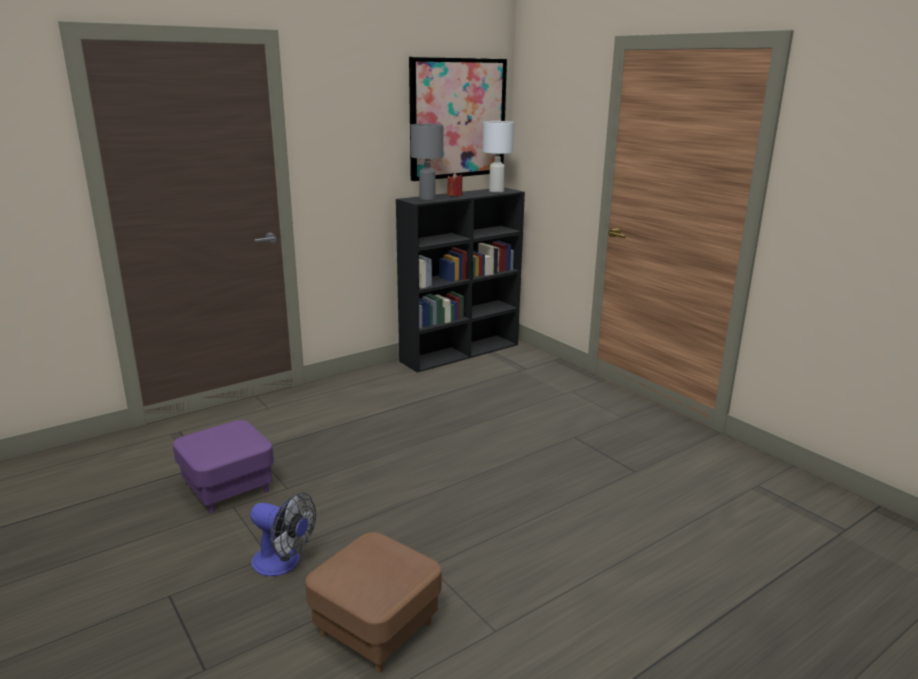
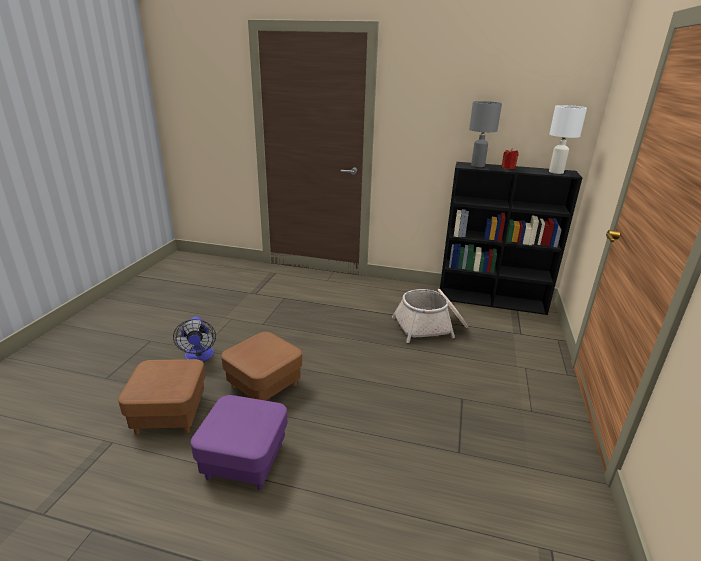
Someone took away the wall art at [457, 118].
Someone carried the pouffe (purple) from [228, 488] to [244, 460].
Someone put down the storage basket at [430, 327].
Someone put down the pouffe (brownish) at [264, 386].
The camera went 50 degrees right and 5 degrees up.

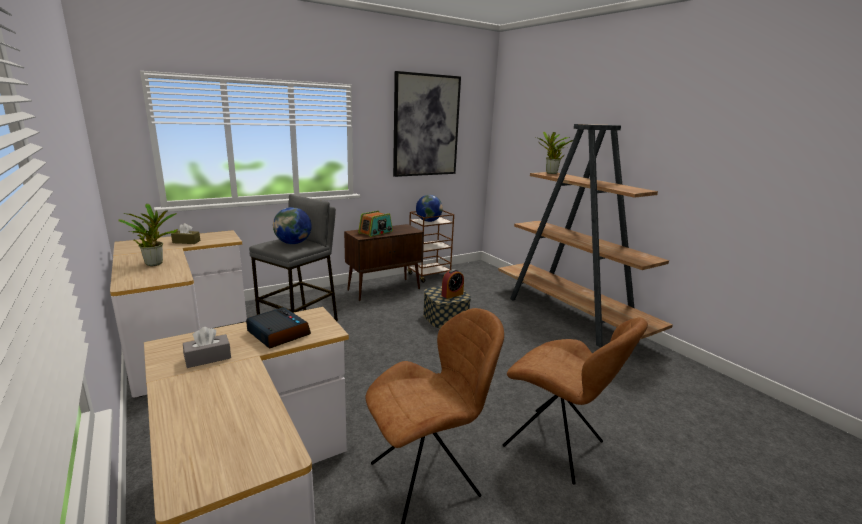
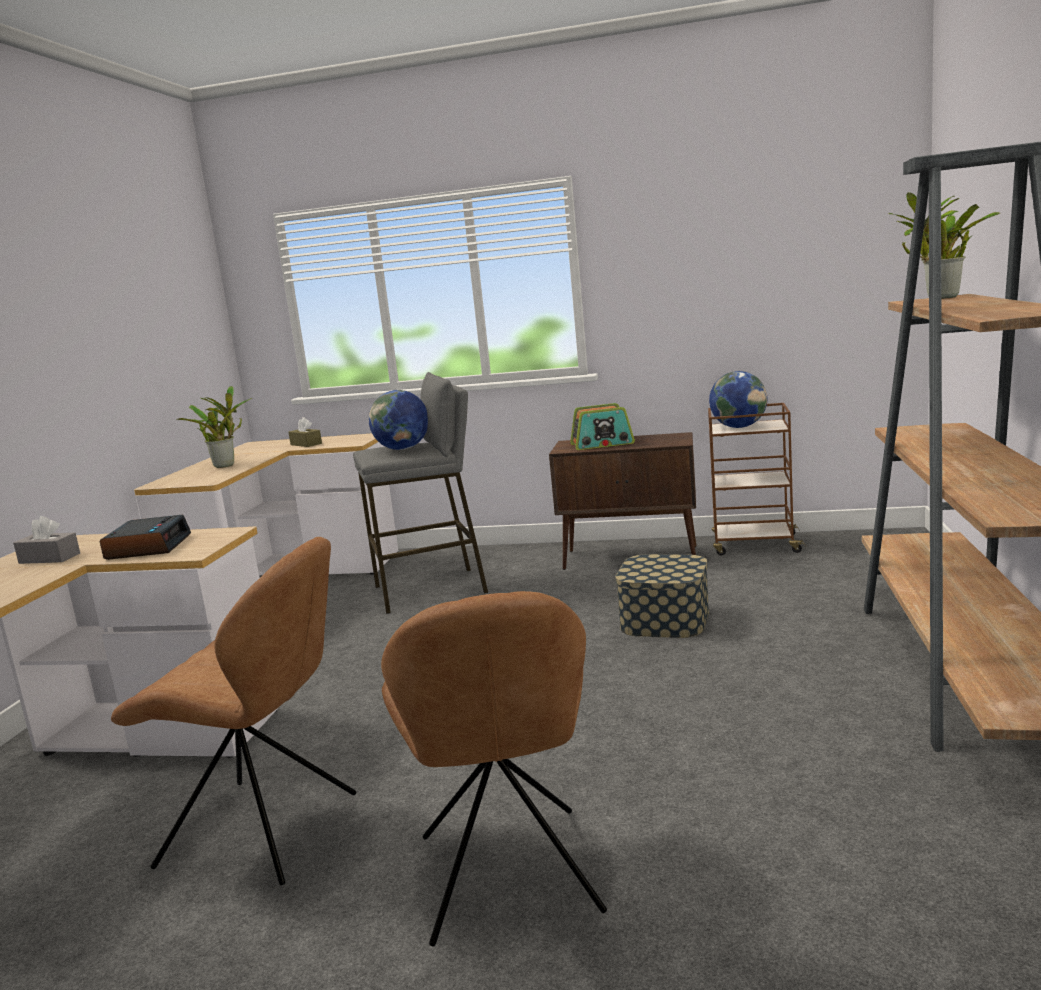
Someone took away the wall art at [426, 126].
Someone took away the table clock at [452, 294].
The camera went 45 degrees right and 5 degrees down.

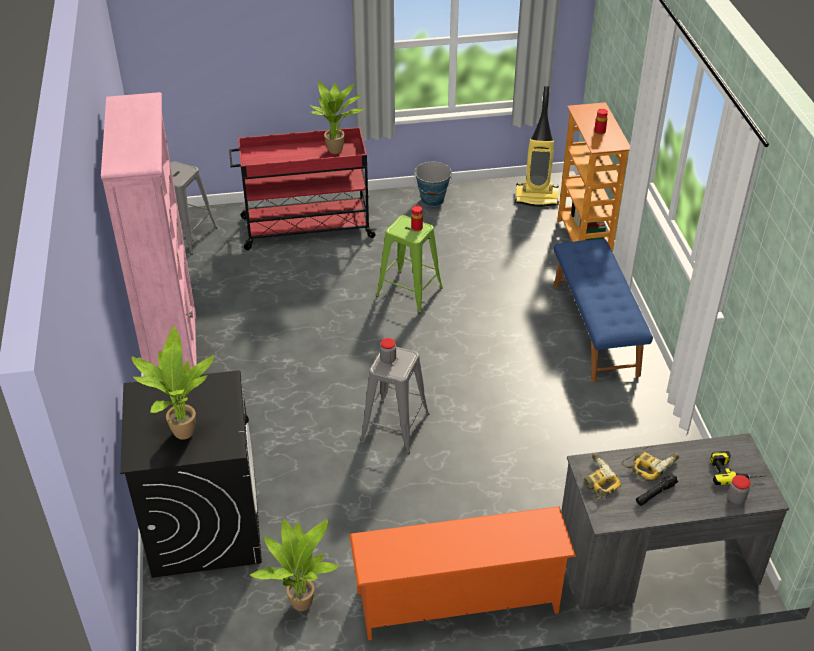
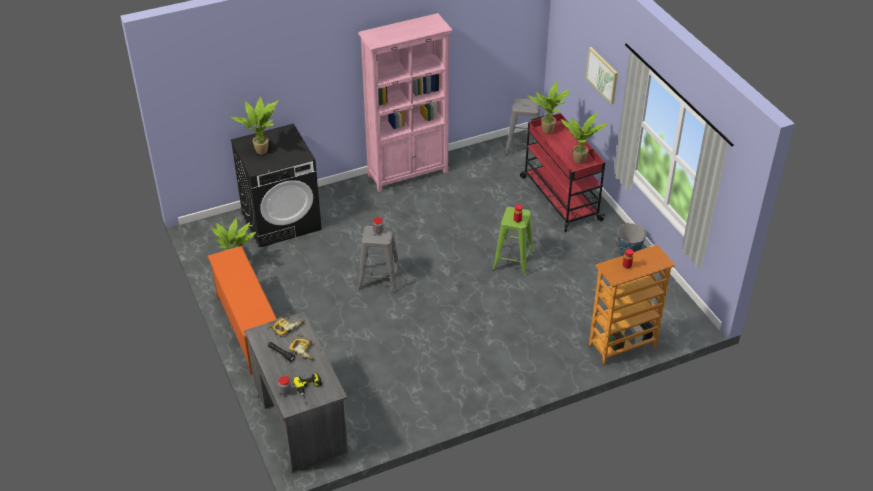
Someone took away the vacuum cleaner at [537, 197].
Someone took away the indoor bench (bluish) at [596, 328].
Someone put up the wall art at [602, 75].
Someone put down the houseplant at [549, 132].
The camera went 75 degrees right and 0 degrees up.

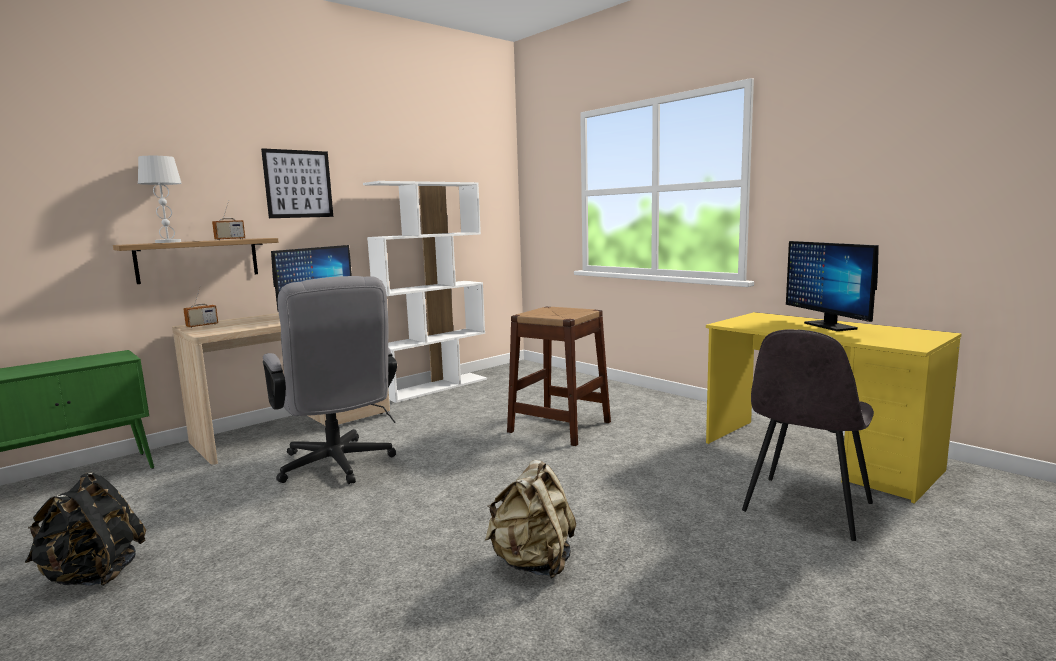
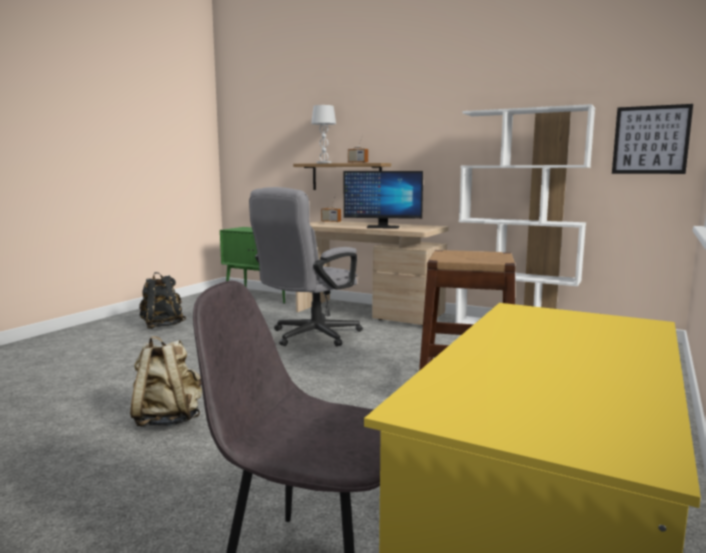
Someone carried the wall art from [298, 184] to [650, 140].
Someone took away the monitor at [829, 326].
The camera went 70 degrees right and 0 degrees up.

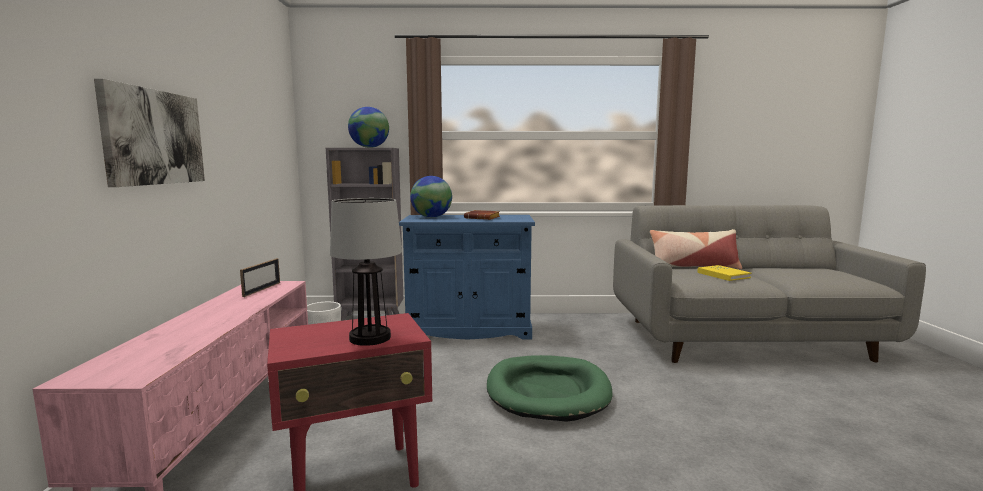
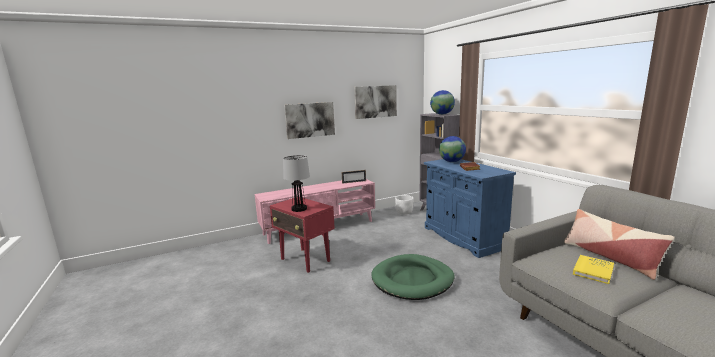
Someone put up the wall art at [375, 101].
The camera went 65 degrees right and 5 degrees up.

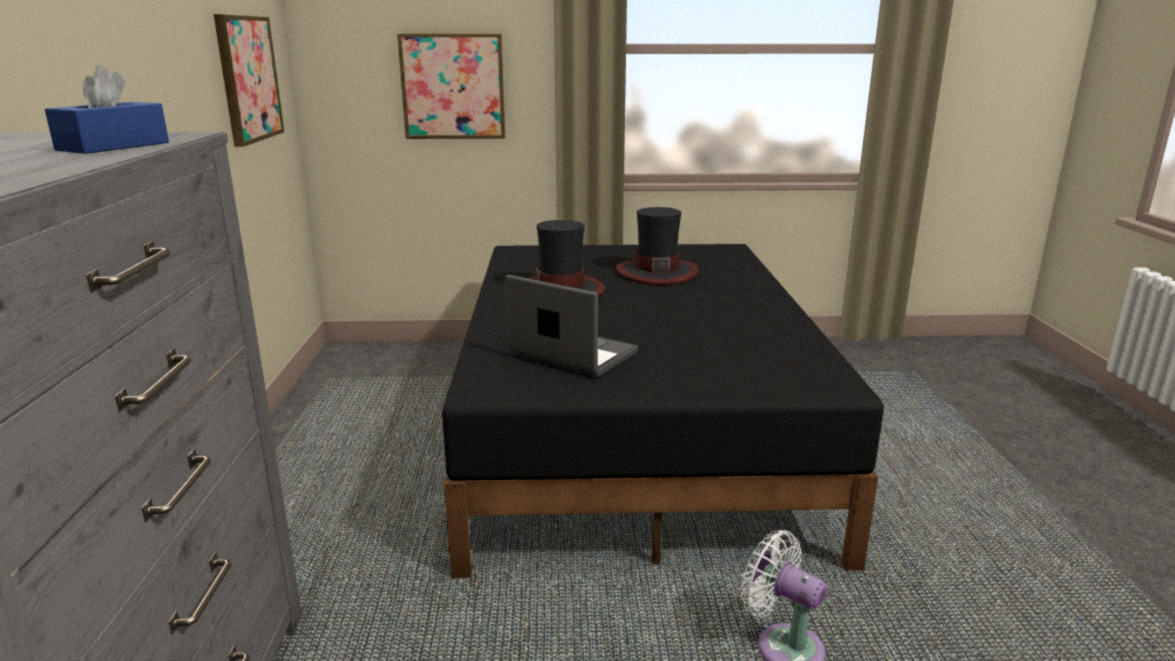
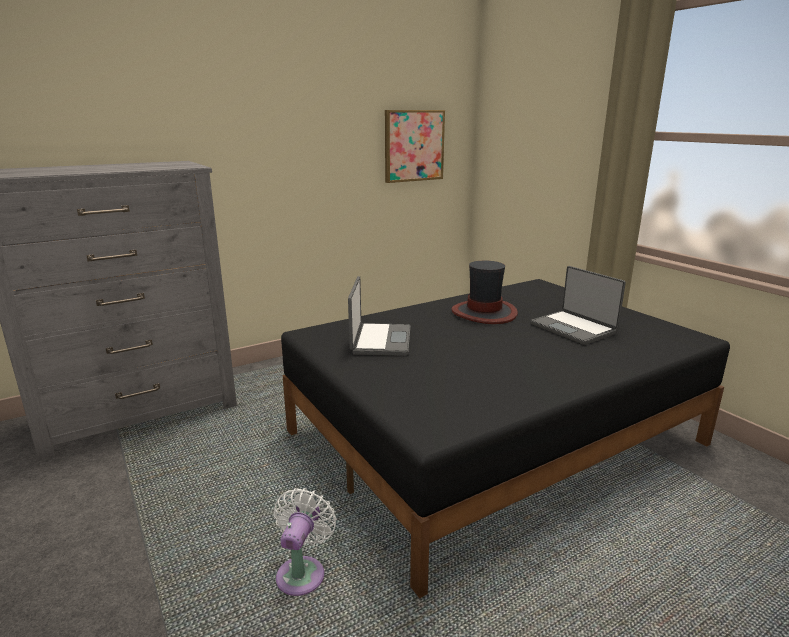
Someone took away the wall art at [453, 86].
Someone took away the box of tissues (bluish) at [113, 146].
Someone swapped the clothing hat at [656, 272] for the laptop at [574, 328].
The camera went 60 degrees right and 0 degrees up.

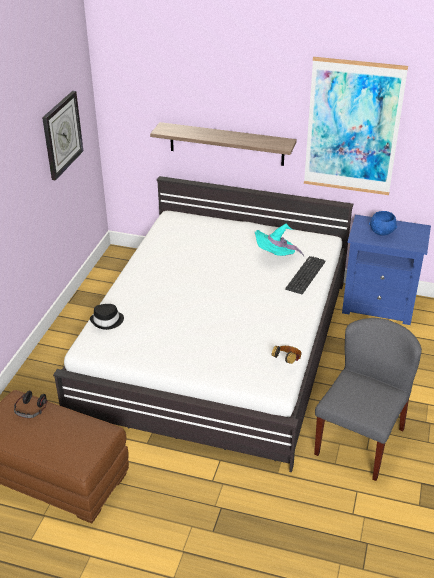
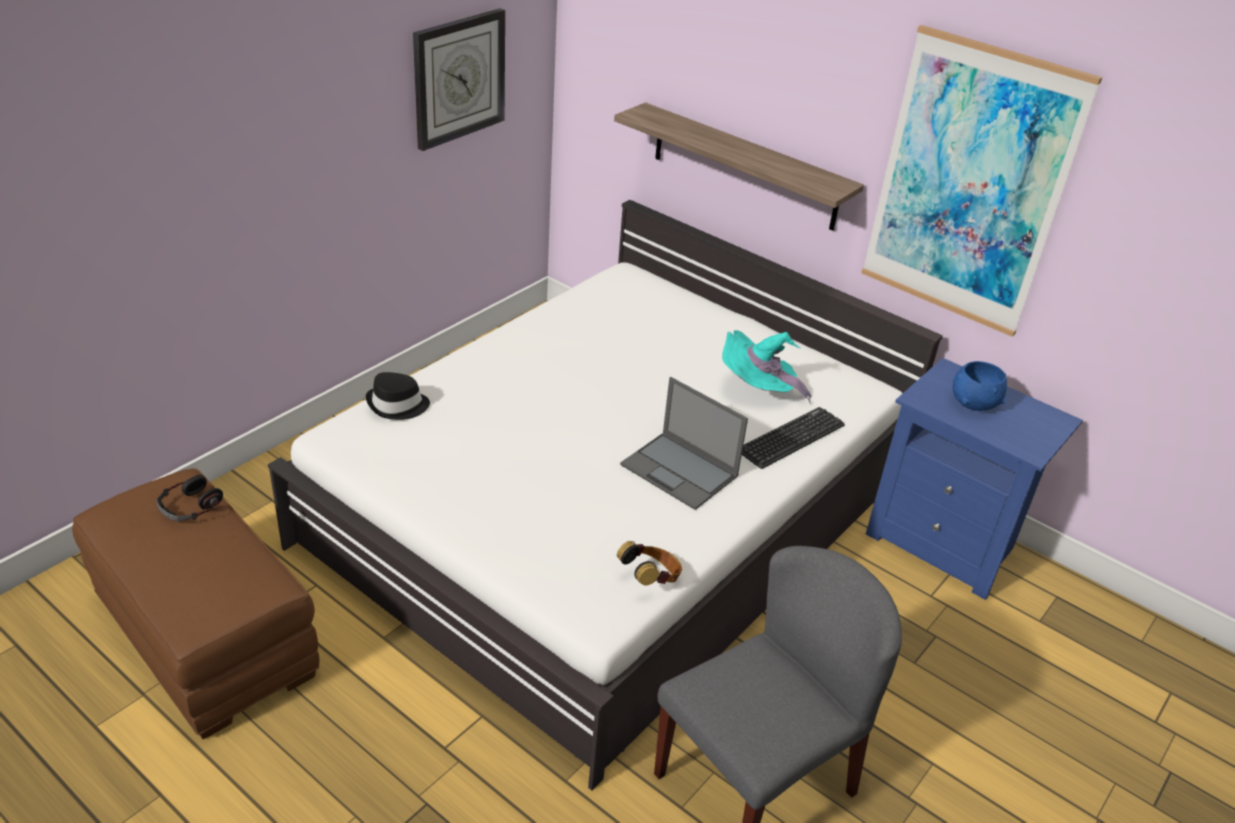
Someone put down the laptop at [680, 471].
The camera went 20 degrees right and 0 degrees up.

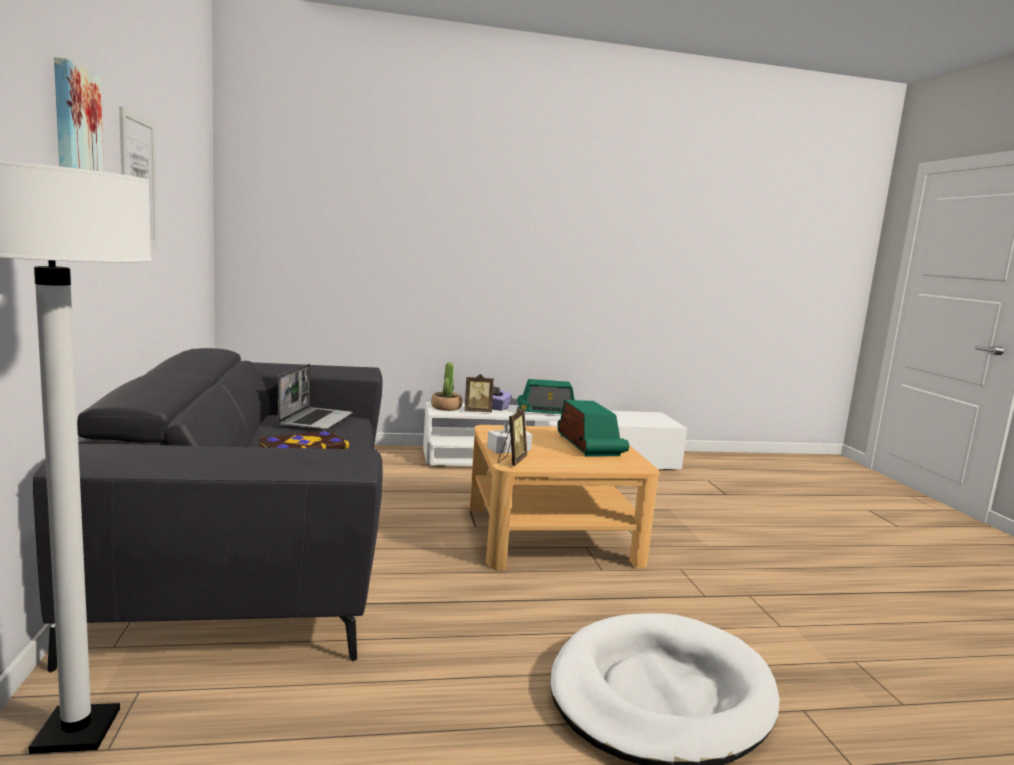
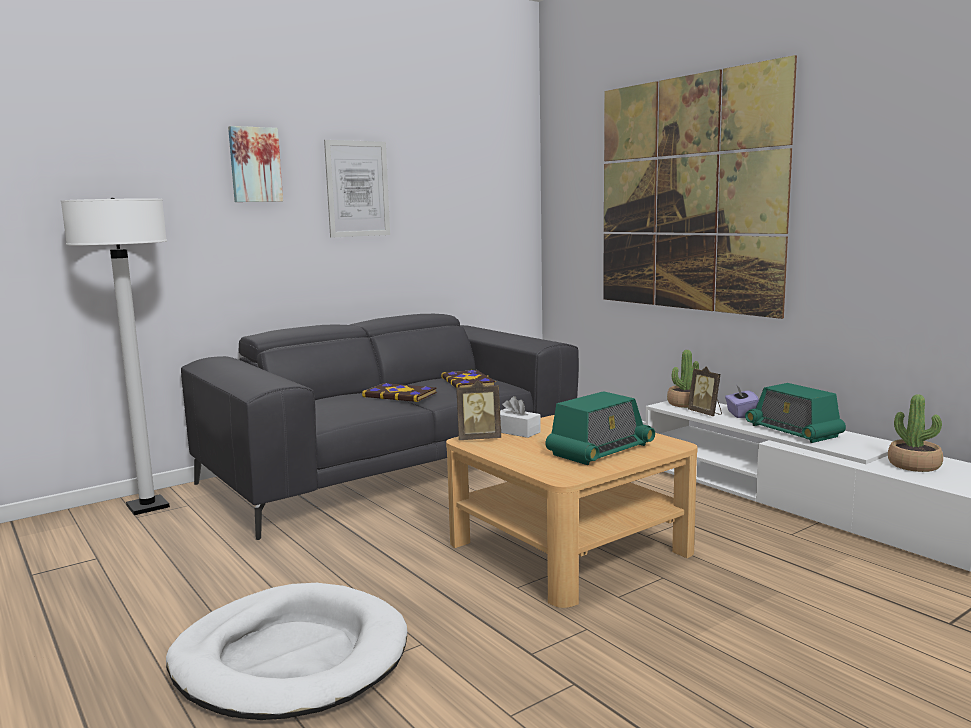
Someone swapped the laptop at [315, 420] for the book at [468, 382].
Someone put up the wall art at [687, 194].
Someone put down the houseplant at [914, 465].
The camera went 65 degrees right and 0 degrees up.

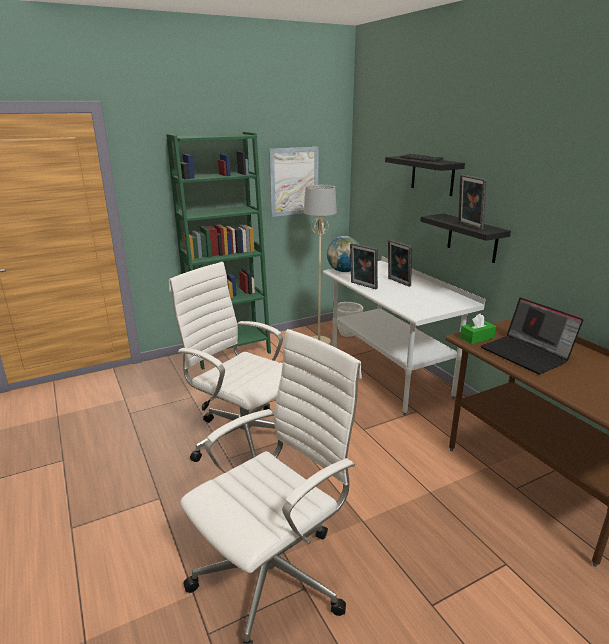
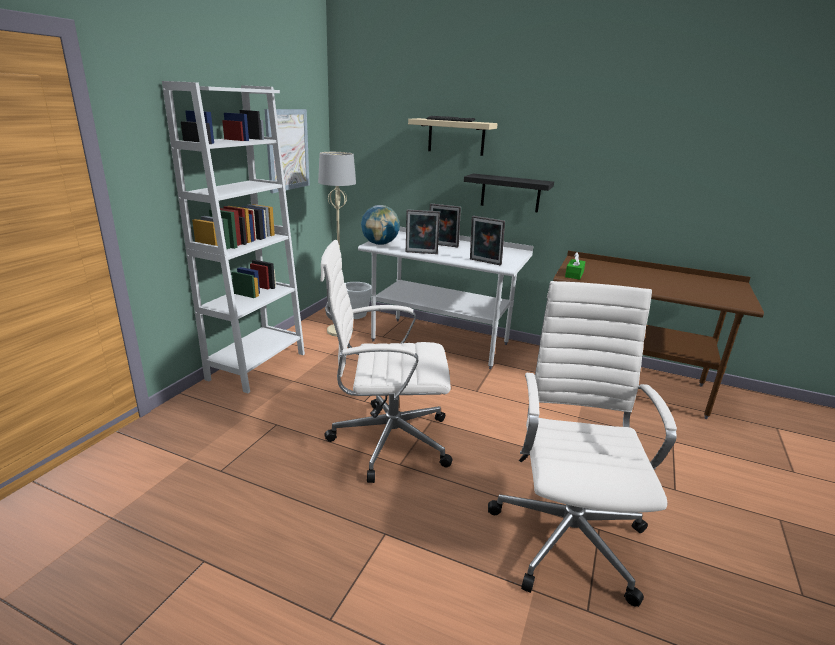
Someone repainted the bookshelf (greenish) at [230, 352], which became the bookshelf (white-coloured) at [257, 366].
Someone repainted the wall shelf (black-coloured) at [432, 175], which became the wall shelf (sand-coloured) at [456, 137].
Someone carried the photo frame from [468, 225] to [484, 262].
Someone took away the laptop at [527, 354].
The camera went 40 degrees left and 0 degrees up.

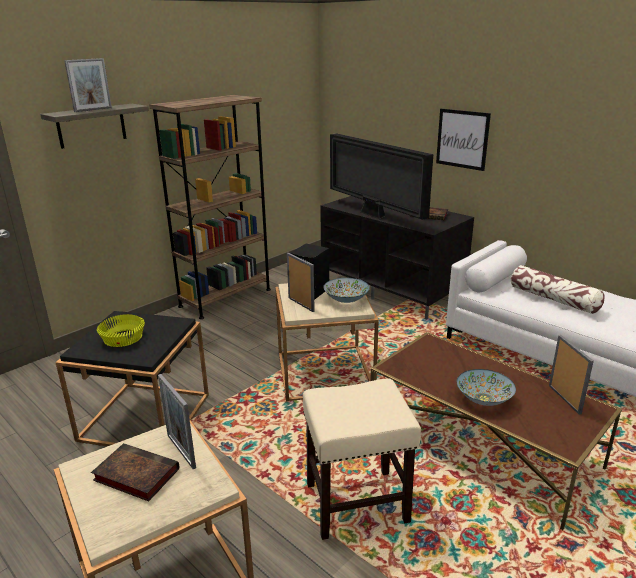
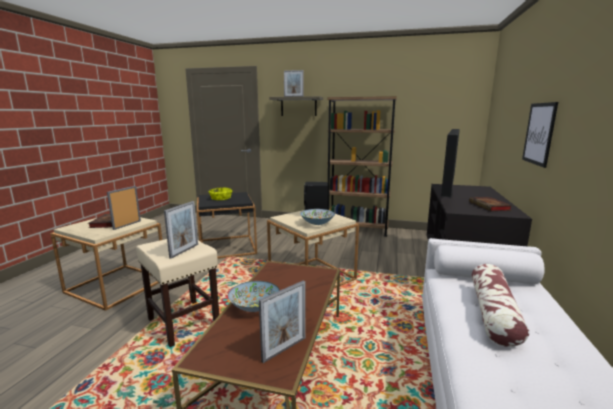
Someone carried the photo frame from [301, 304] to [184, 251].
The camera went 60 degrees right and 10 degrees down.

